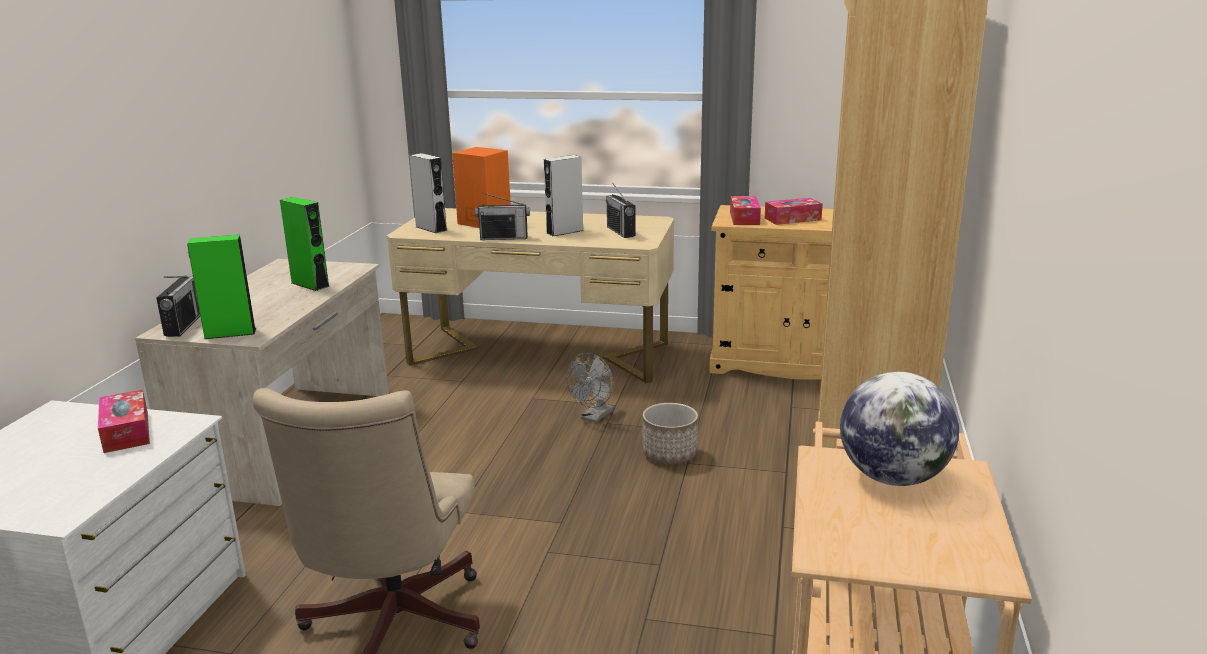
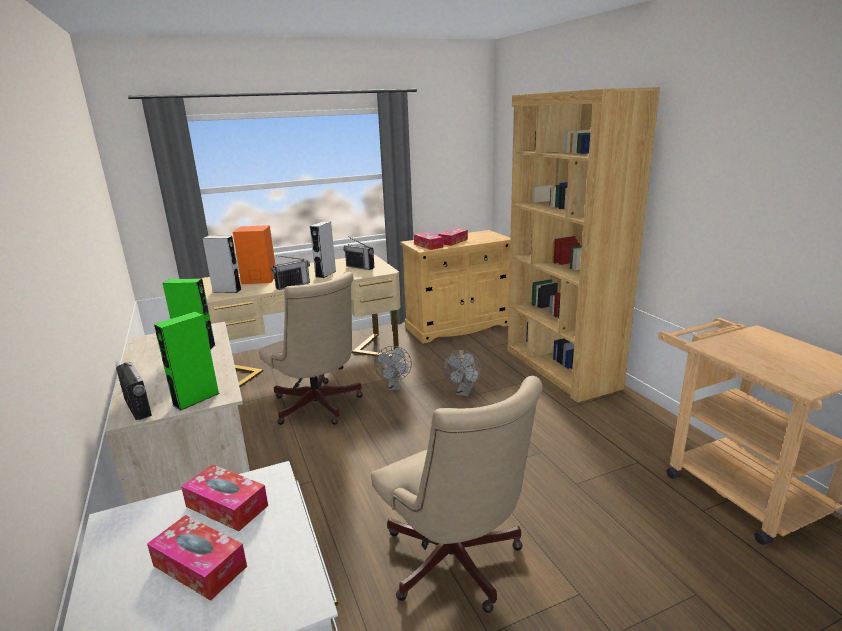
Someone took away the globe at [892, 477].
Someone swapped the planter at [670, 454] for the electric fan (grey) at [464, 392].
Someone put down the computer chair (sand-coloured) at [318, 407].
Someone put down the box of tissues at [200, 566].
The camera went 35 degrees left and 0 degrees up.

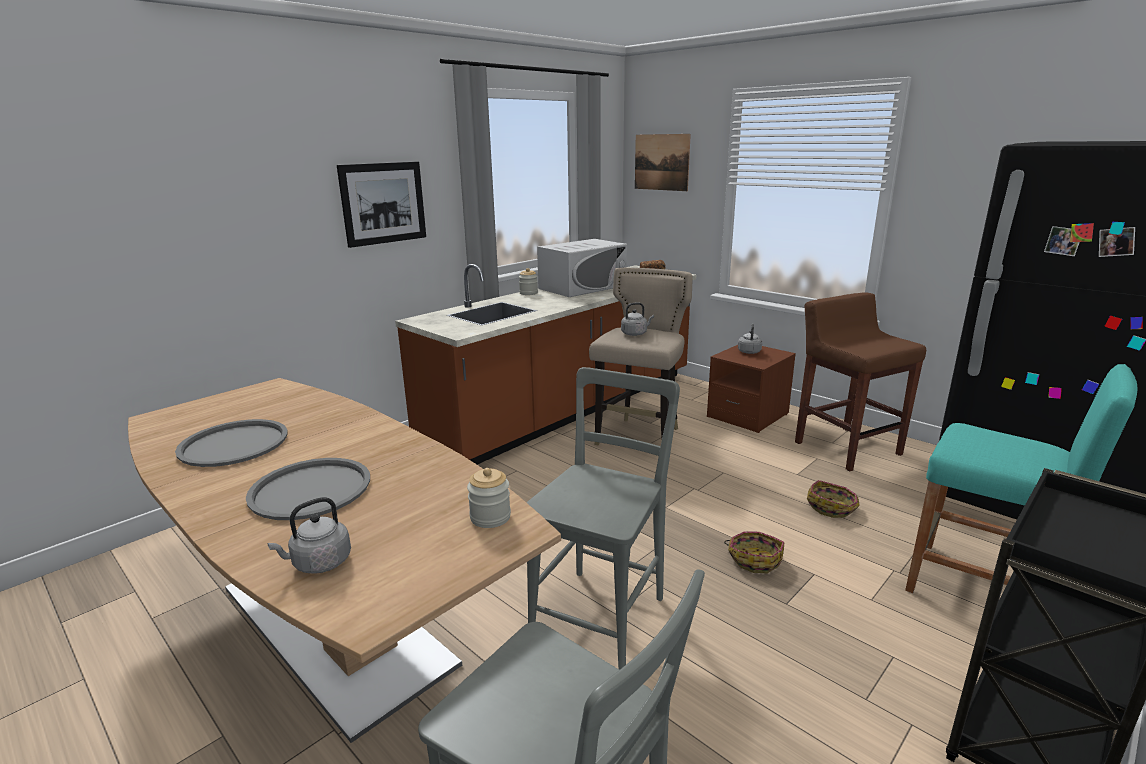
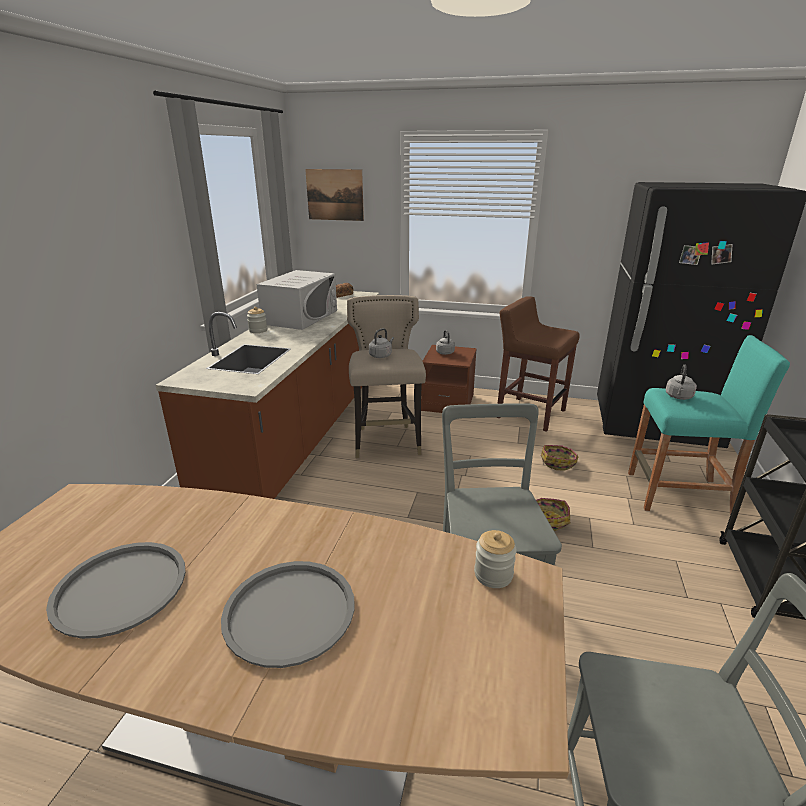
Someone took away the wall art at [383, 203].
Someone carried the kettle (grey) from [319, 563] to [678, 397].
The camera went 30 degrees left and 5 degrees up.

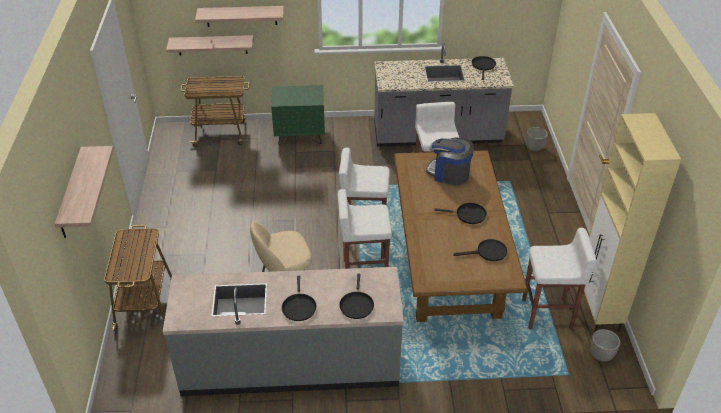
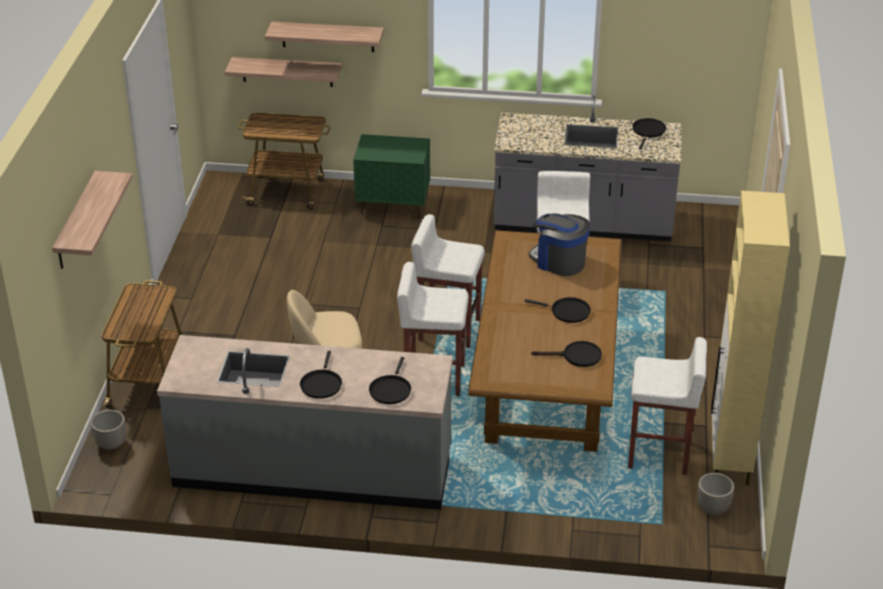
Someone carried the planter from [534, 148] to [111, 444].
The camera went 10 degrees right and 5 degrees down.

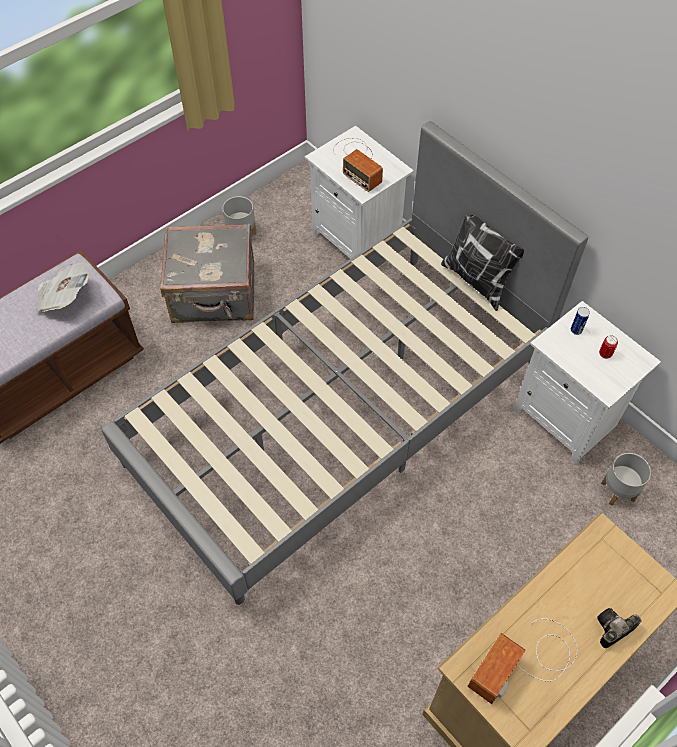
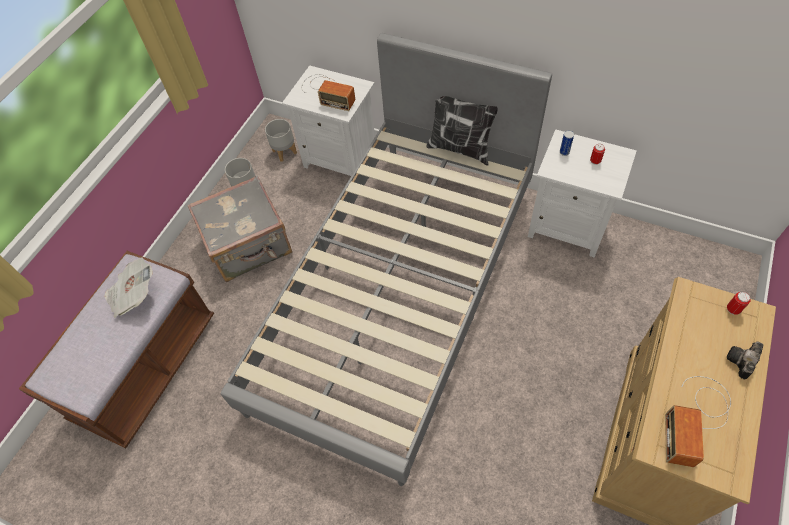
Someone carried the planter (grey) from [618, 491] to [285, 152].
Someone put down the sealed can at [733, 309].
The camera went 20 degrees left and 0 degrees up.

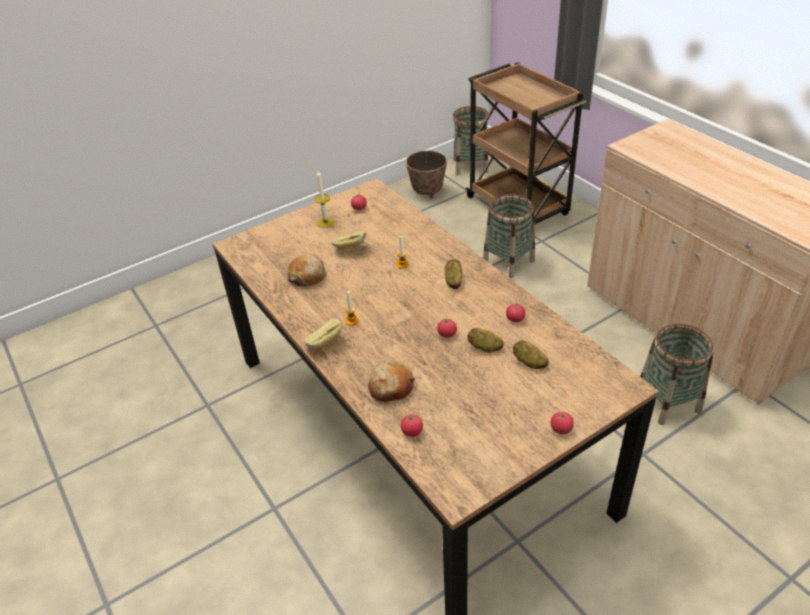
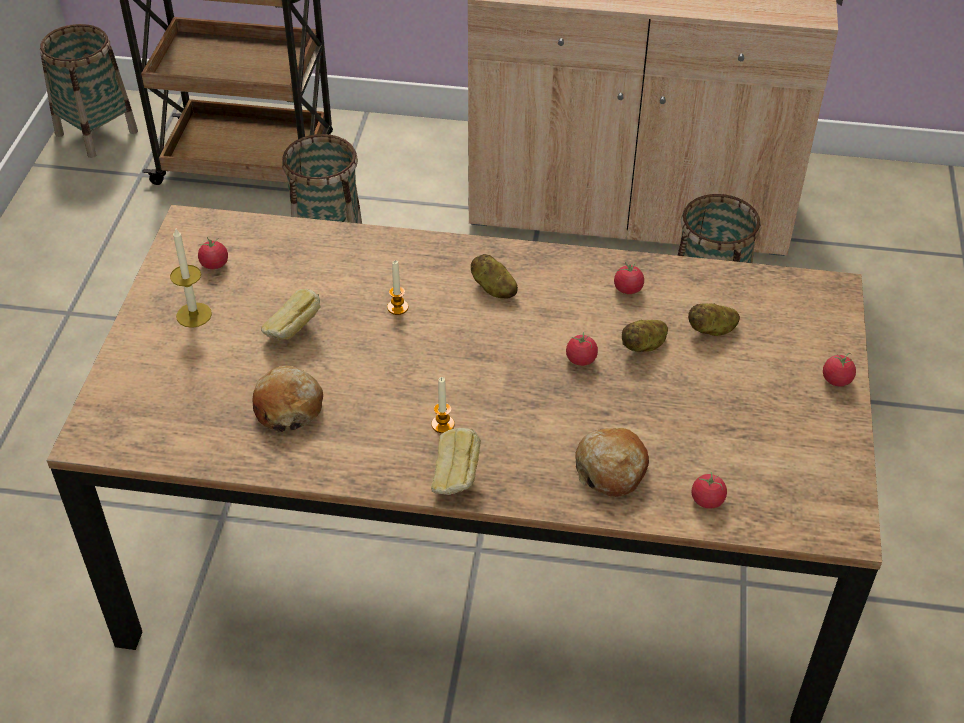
Someone took away the planter at [427, 193].
The camera went 50 degrees left and 5 degrees up.

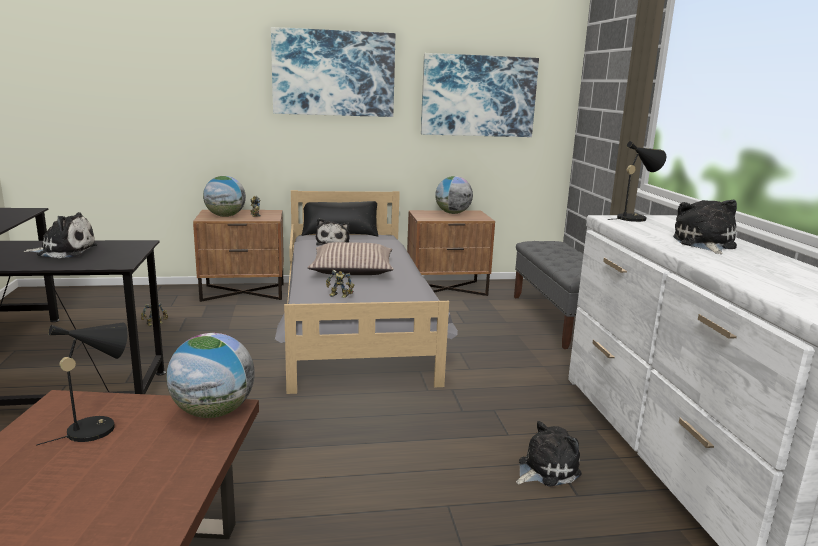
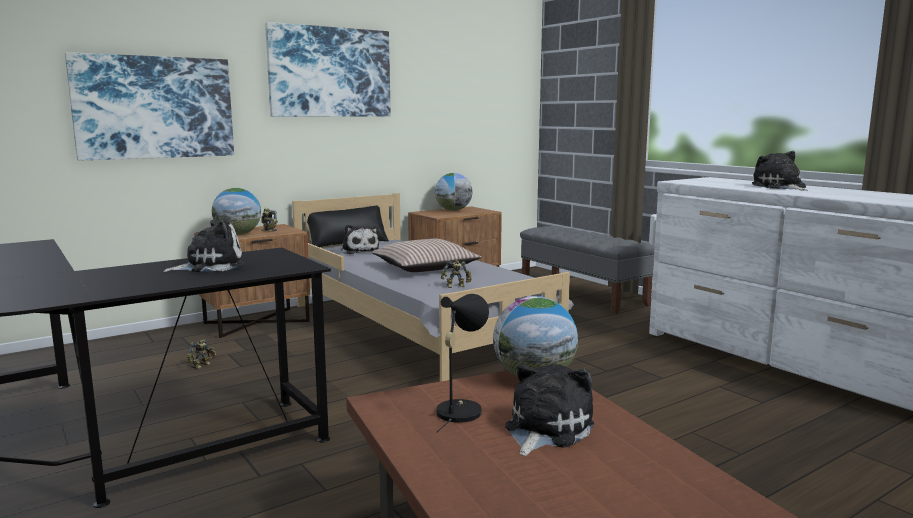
Someone carried the wall art from [478, 96] to [154, 107].
Someone took away the tabletop lamp (black-coloured) at [634, 218].
Someone carried the cuddly toy from [545, 469] to [545, 429].
The camera went 25 degrees left and 5 degrees down.

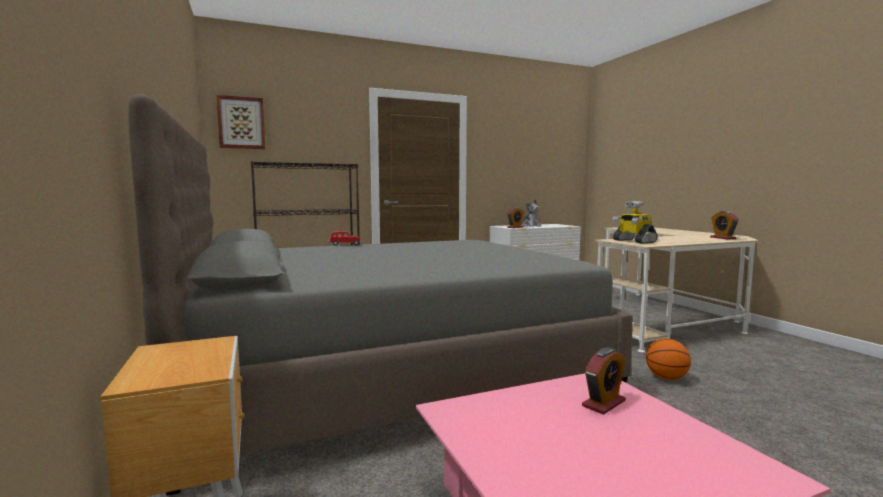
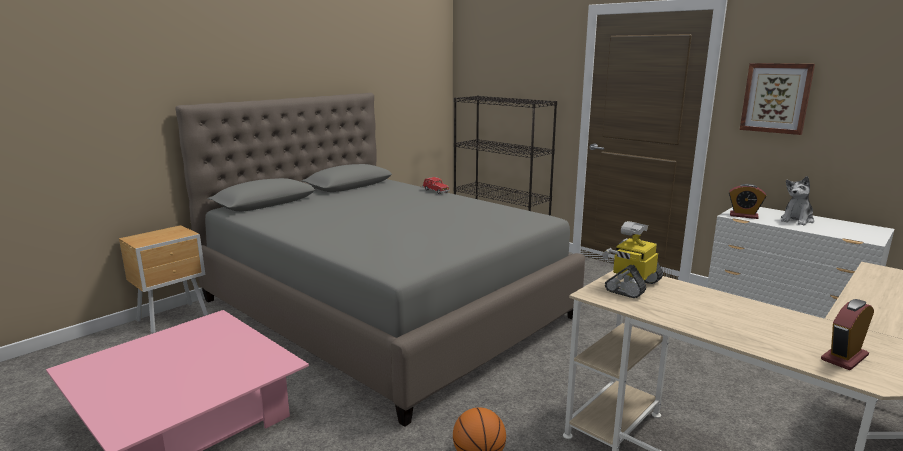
Someone carried the wall art from [241, 123] to [776, 98].
Someone took away the table clock at [603, 403].
The camera went 65 degrees right and 10 degrees up.

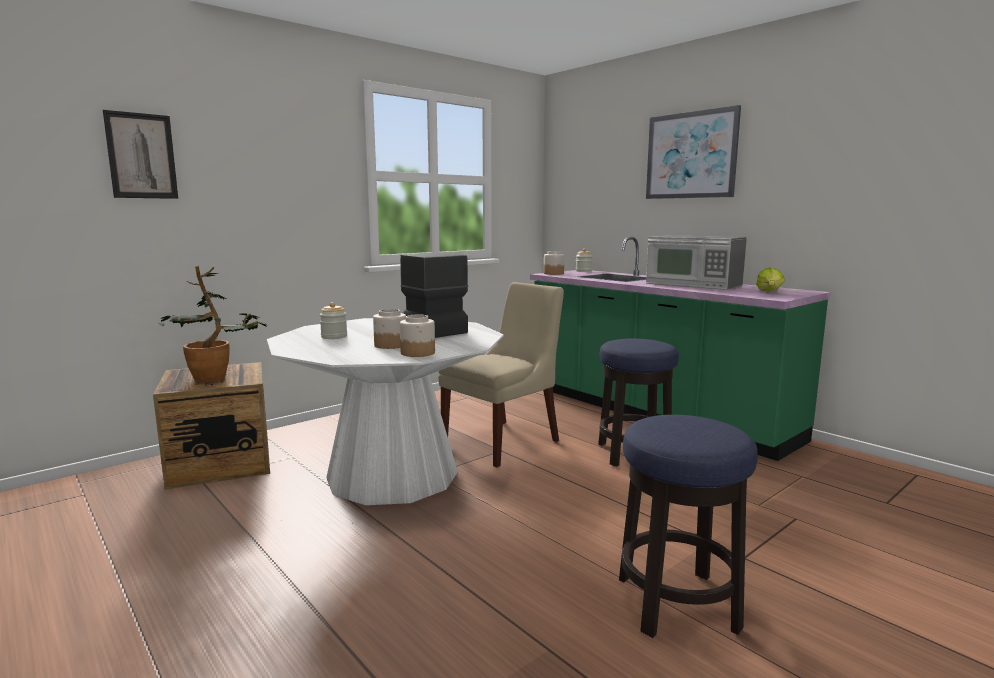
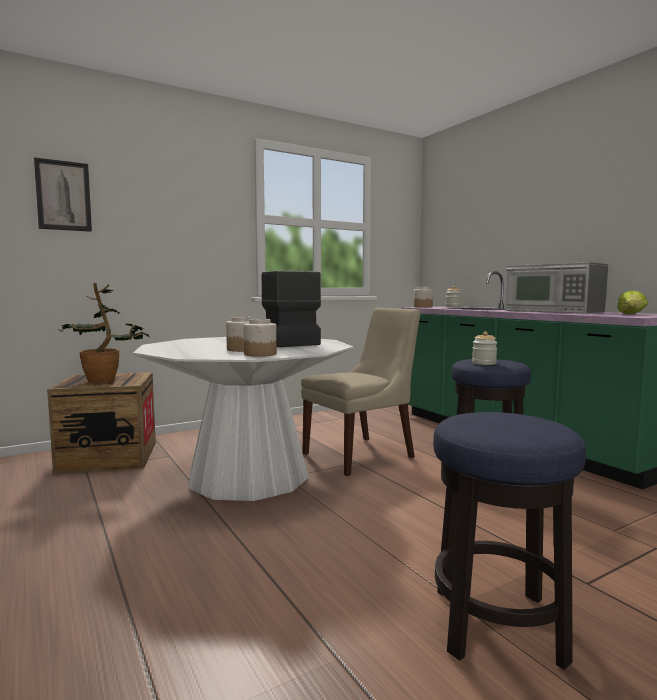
Someone took away the wall art at [691, 155].
Someone carried the jar from [334, 337] to [484, 363].
The camera went 10 degrees right and 5 degrees down.

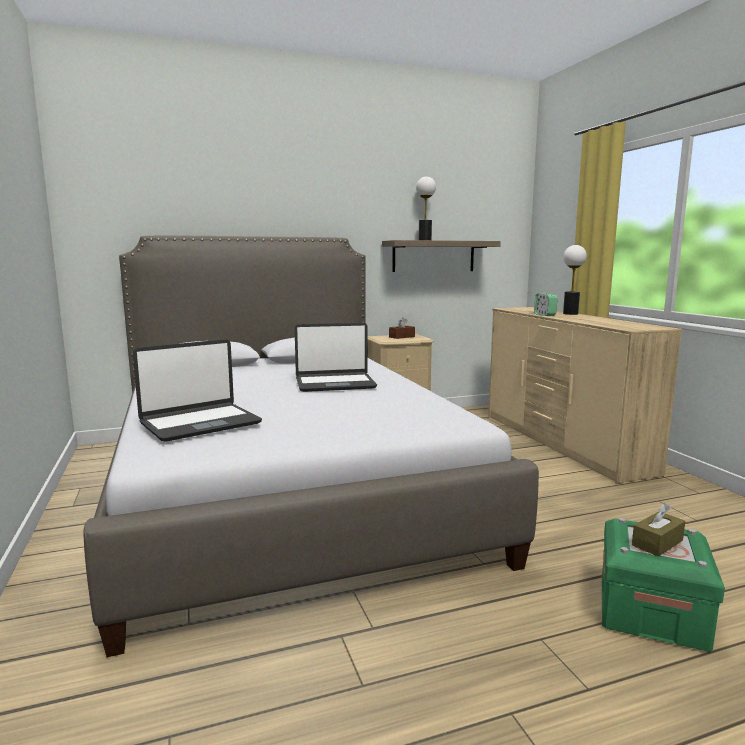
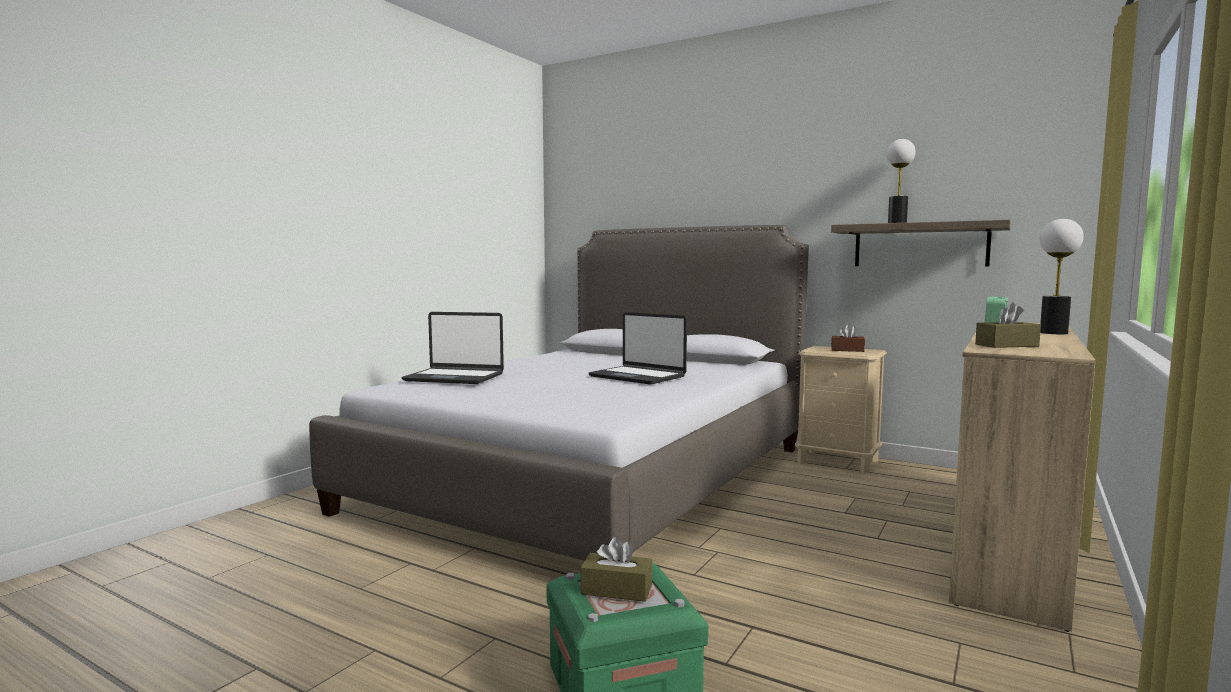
Someone put down the box of tissues (brownish) at [1006, 345].
The camera went 50 degrees right and 5 degrees down.

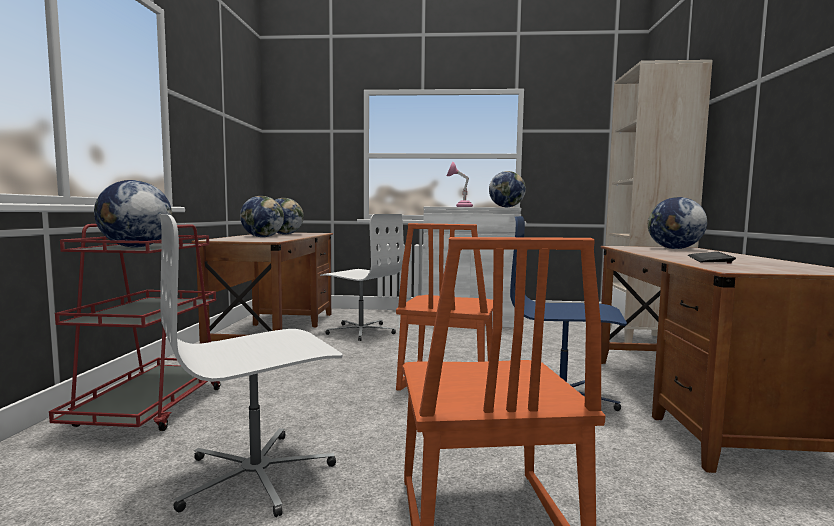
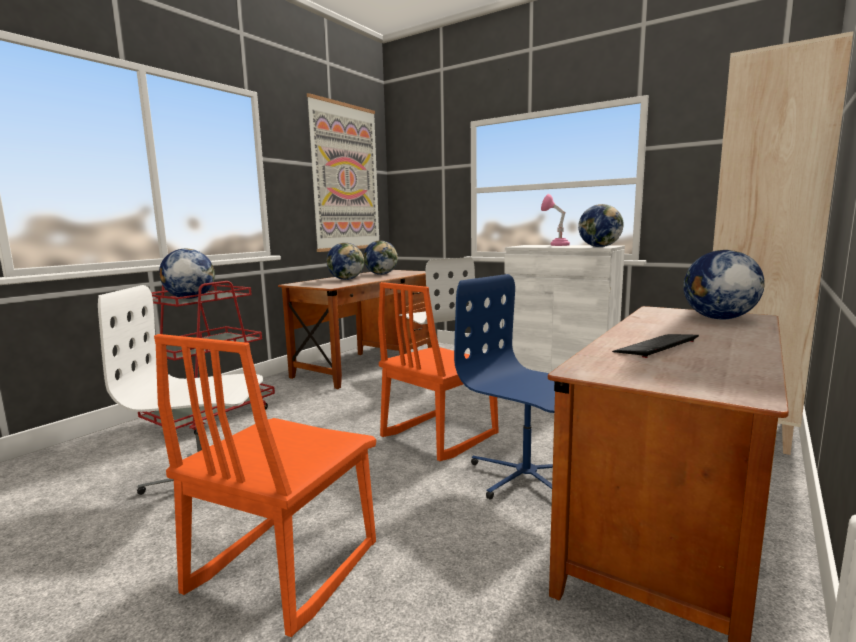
Someone put up the wall art at [346, 178].
The camera went 30 degrees right and 5 degrees up.

